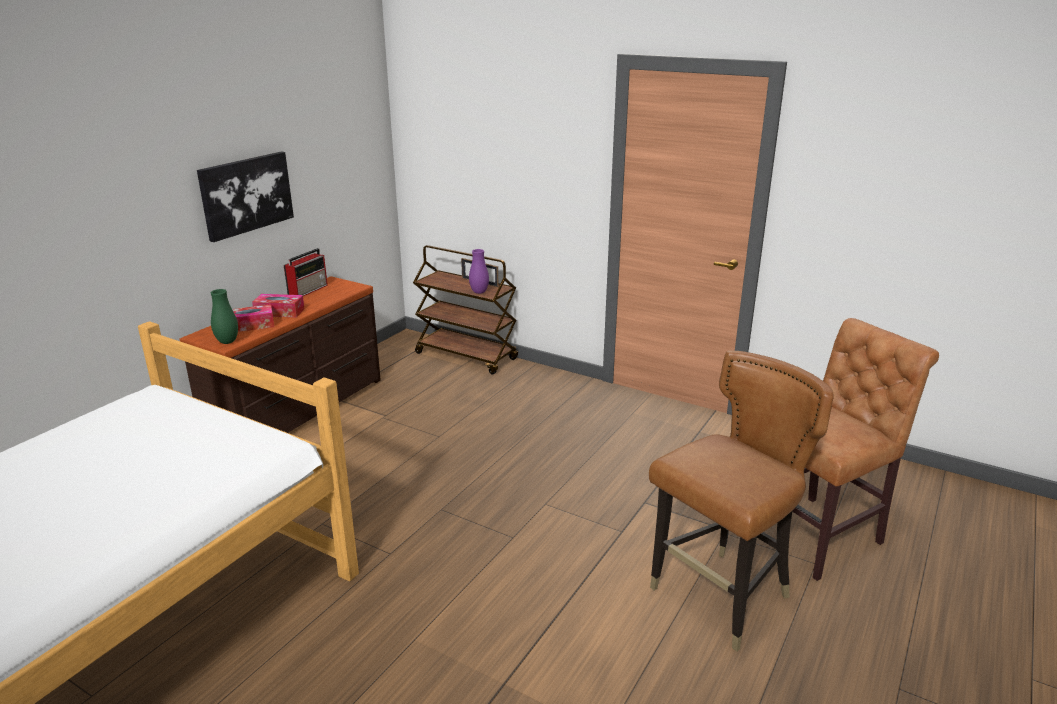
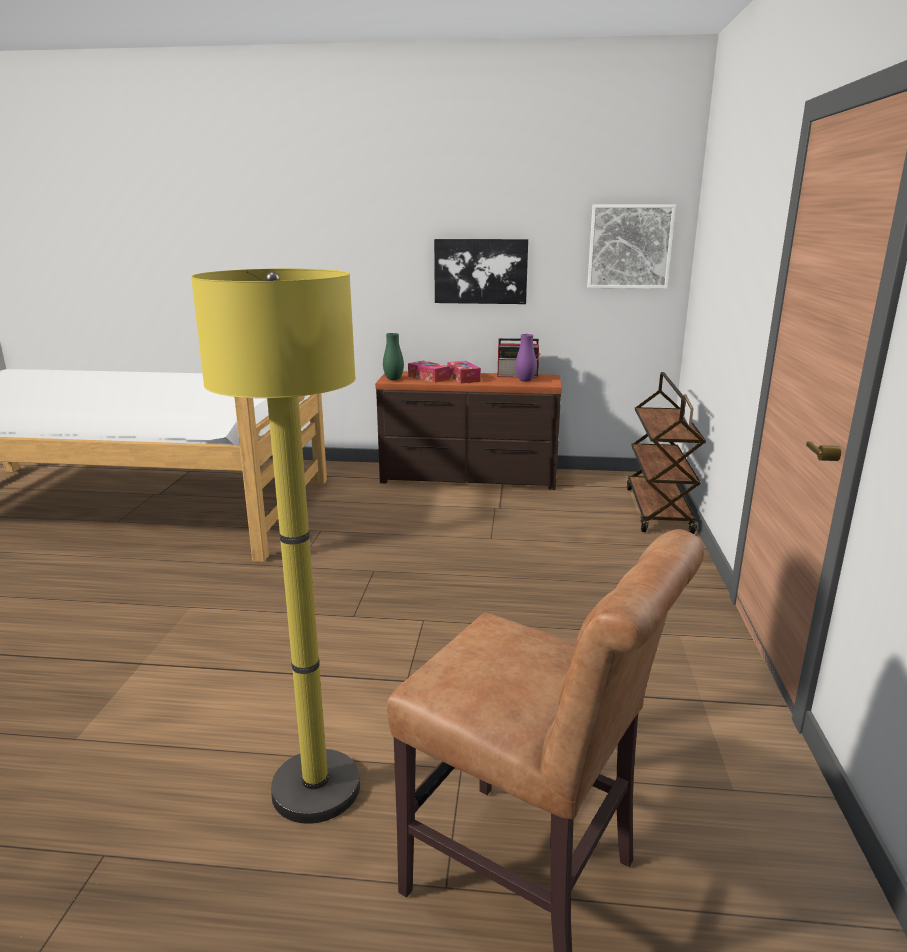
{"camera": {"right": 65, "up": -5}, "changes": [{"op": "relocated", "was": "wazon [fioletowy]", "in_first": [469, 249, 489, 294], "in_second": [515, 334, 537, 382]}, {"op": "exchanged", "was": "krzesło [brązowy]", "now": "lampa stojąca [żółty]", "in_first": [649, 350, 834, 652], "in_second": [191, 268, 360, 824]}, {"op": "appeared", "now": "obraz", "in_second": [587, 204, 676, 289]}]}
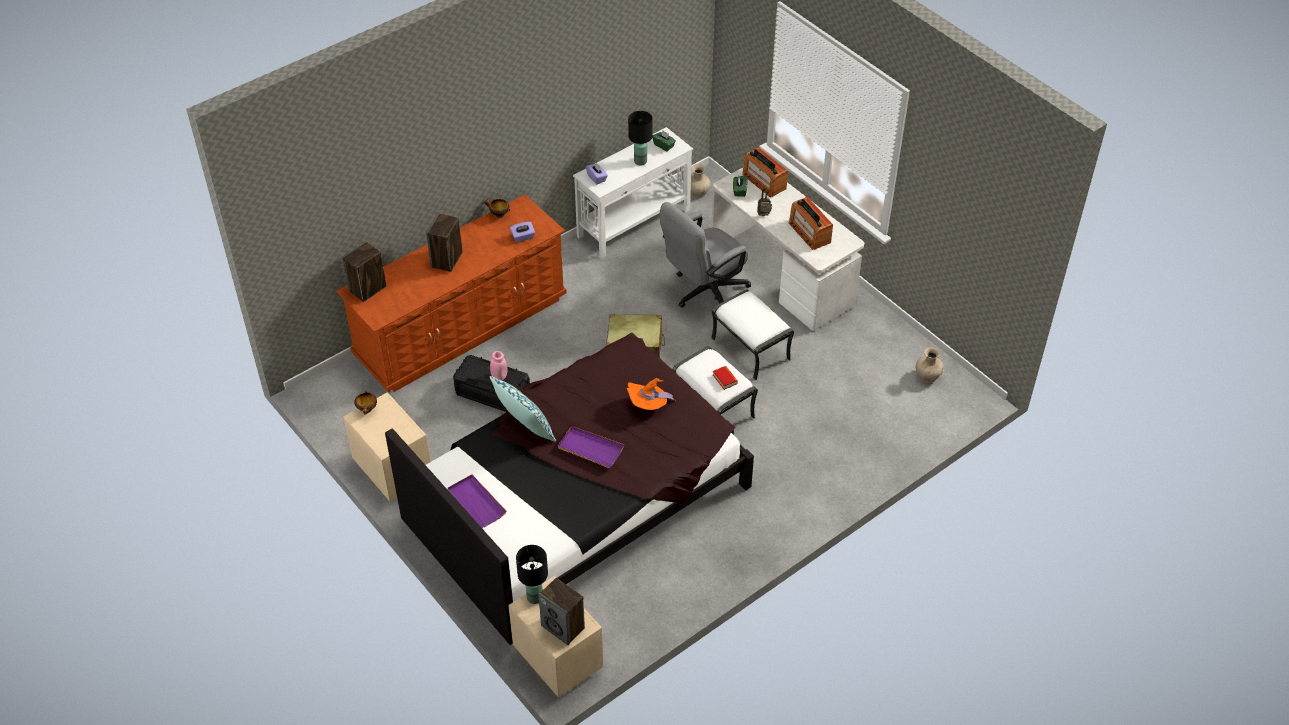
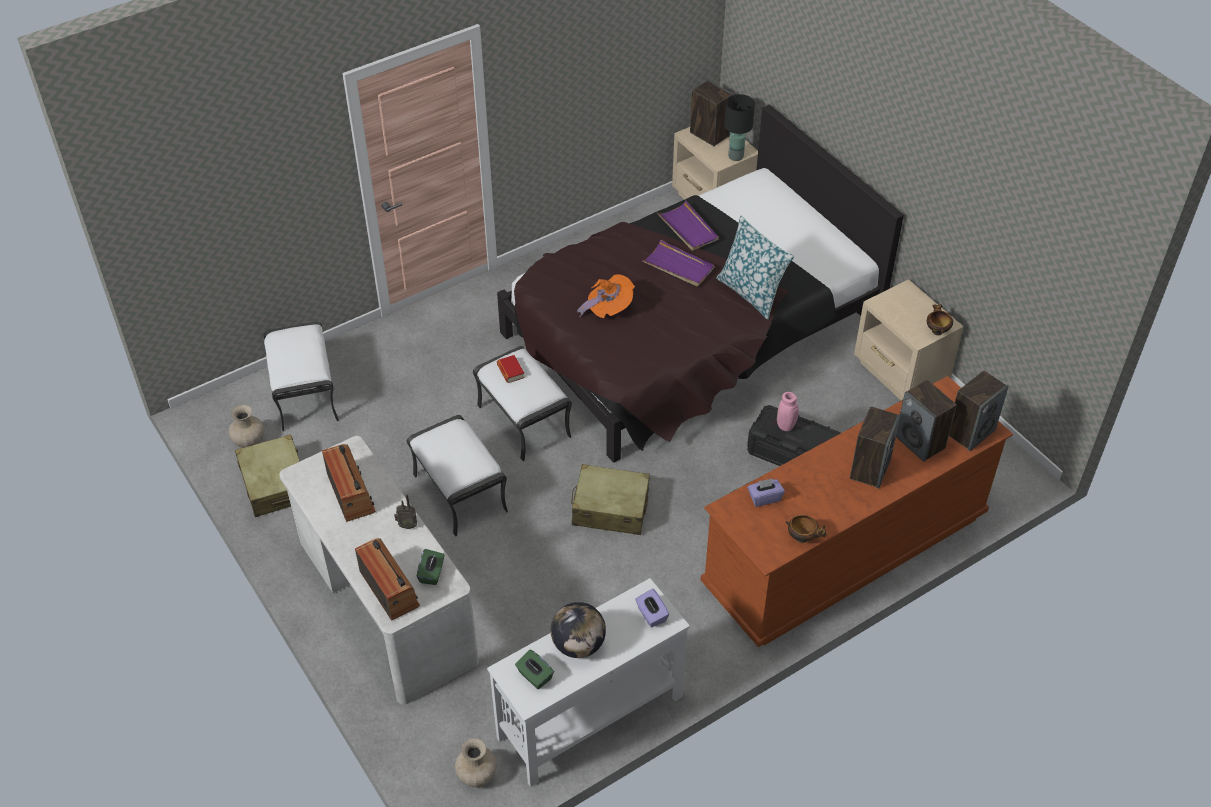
{"camera": {"right": -175, "up": 0}, "changes": [{"op": "relocated", "was": "taca [fioletowy]", "in_first": [448, 474, 506, 528], "in_second": [657, 200, 719, 251]}, {"op": "exchanged", "was": "lampa stołowa [czarny]", "now": "globus", "in_first": [628, 111, 653, 165], "in_second": [551, 602, 606, 658]}, {"op": "missing", "was": "krzesło biurowe [szary]", "in_first": [660, 202, 751, 308]}, {"op": "appeared", "now": "walizka [beżowy]", "in_second": [235, 435, 300, 517]}, {"op": "appeared", "now": "pufa [biały]", "in_second": [263, 322, 339, 432]}, {"op": "appeared", "now": "głośnik", "in_second": [896, 380, 957, 462]}]}
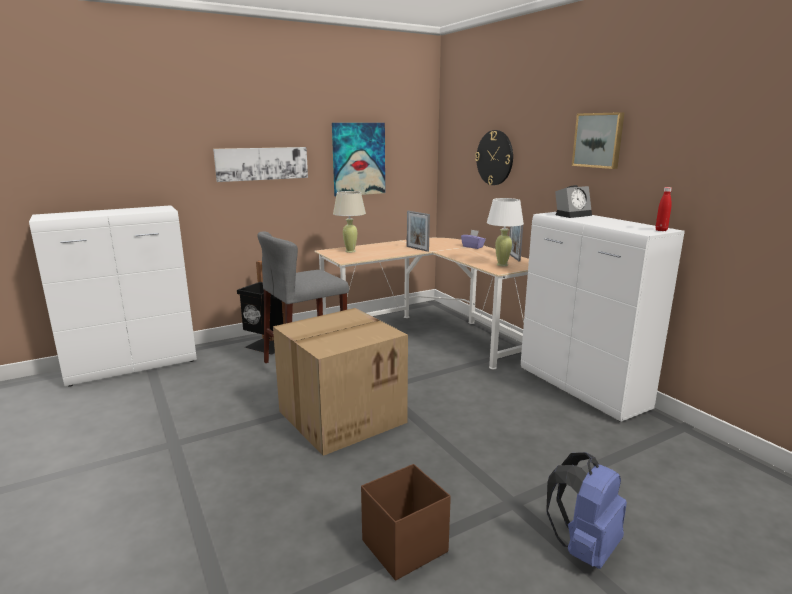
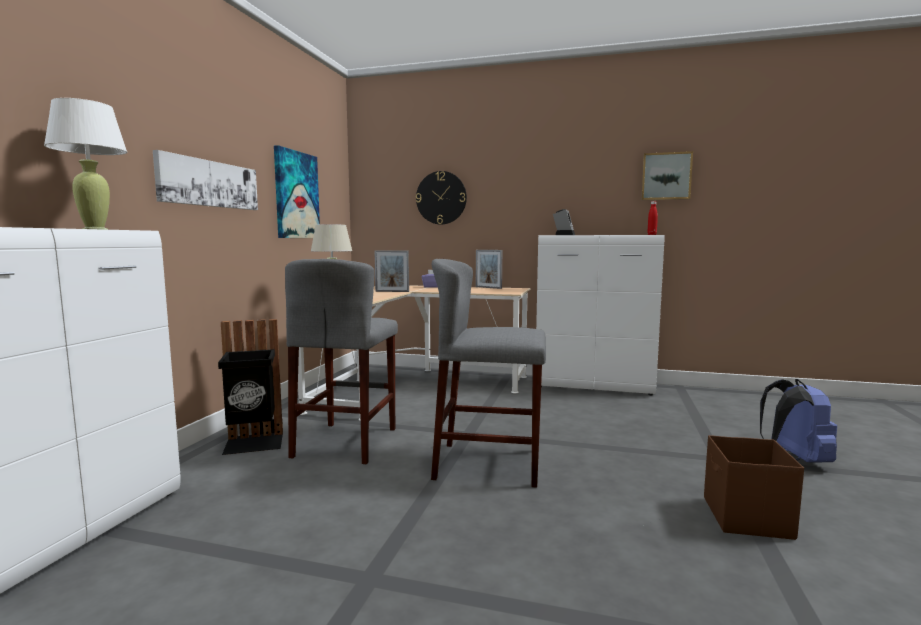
{"camera": {"right": -45, "up": -10}, "changes": [{"op": "exchanged", "was": "karton", "now": "stołek [szary]", "in_first": [273, 308, 408, 456], "in_second": [431, 259, 546, 488]}, {"op": "relocated", "was": "lampa stołowa [biały]", "in_first": [487, 198, 524, 266], "in_second": [44, 98, 127, 230]}, {"op": "relocated", "was": "obraz", "in_first": [572, 112, 624, 169], "in_second": [641, 151, 693, 200]}]}
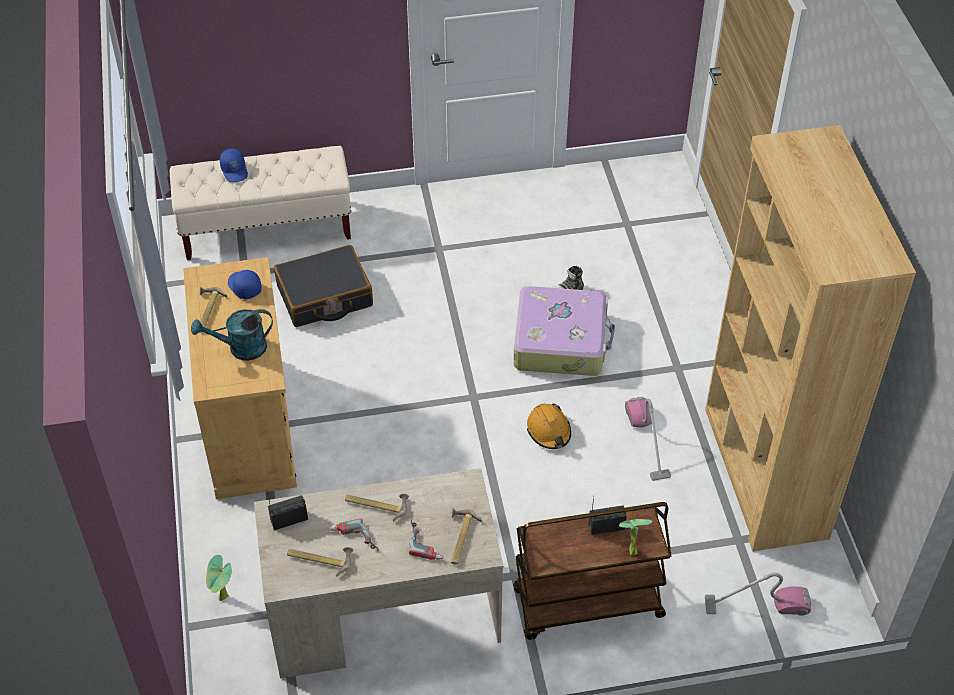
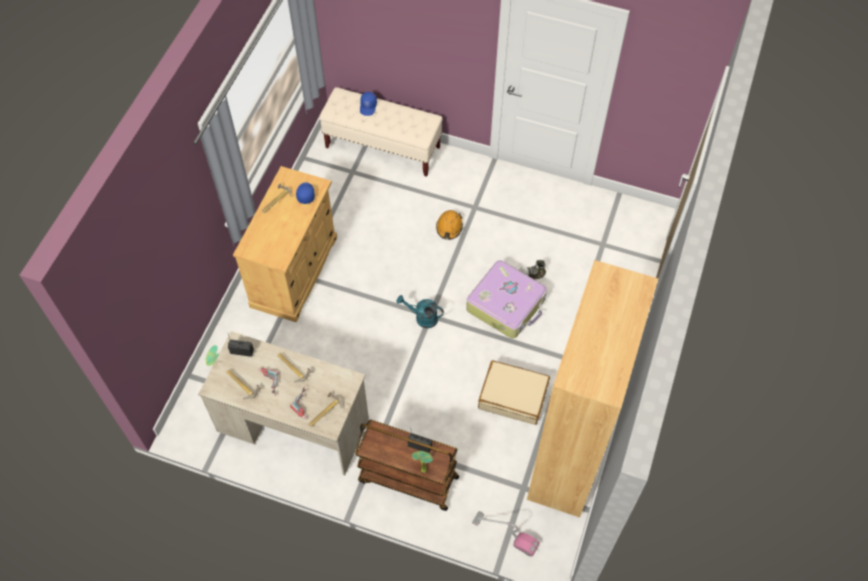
{"camera": {"right": 30, "up": 10}, "changes": [{"op": "relocated", "was": "konewka [turkusowy]", "in_first": [191, 309, 273, 361], "in_second": [397, 295, 444, 328]}, {"op": "missing", "was": "walizka [czarny]", "in_first": [274, 245, 373, 327]}, {"op": "relocated", "was": "kask [pomarańczowy]", "in_first": [527, 403, 571, 449], "in_second": [436, 210, 463, 240]}, {"op": "exchanged", "was": "odkurzacz", "now": "walizka [beżowy]", "in_first": [625, 397, 671, 481], "in_second": [478, 361, 550, 425]}]}
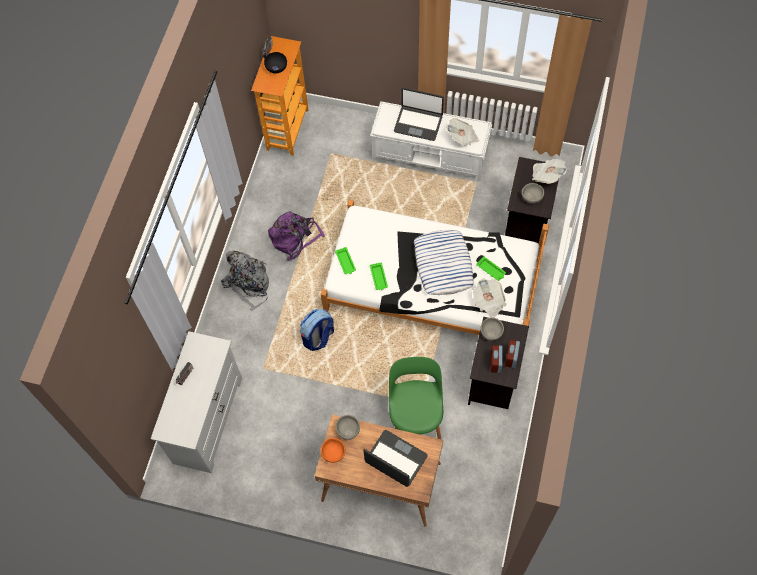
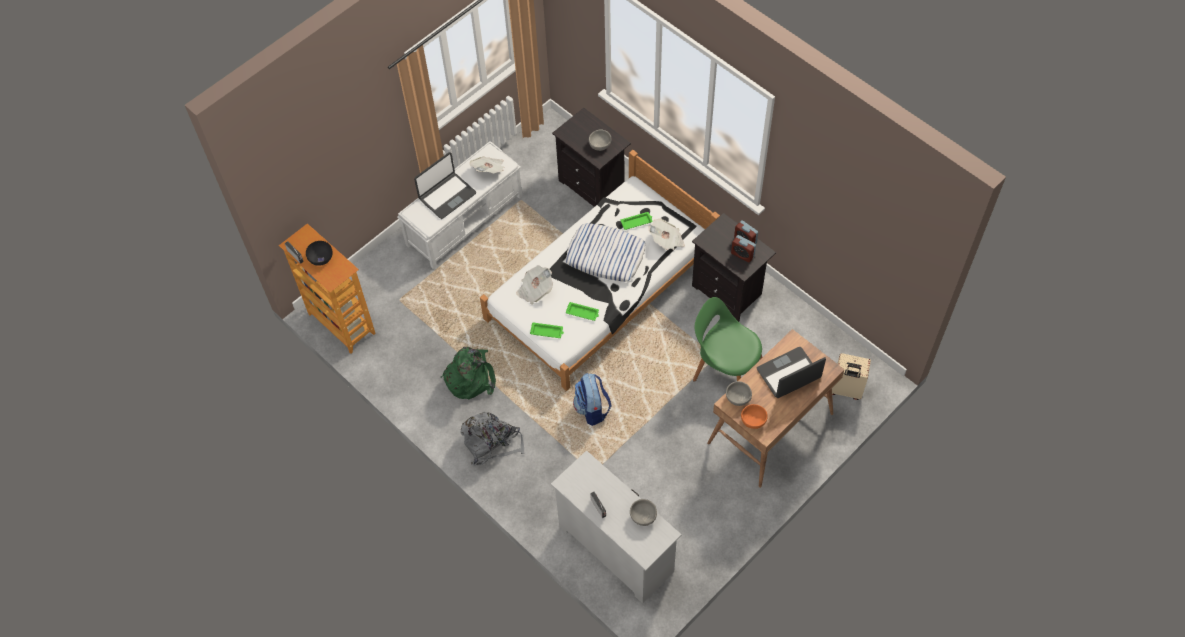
{"camera": {"right": -60, "up": -5}, "changes": [{"op": "colour", "was": "plecak [fioletowy]", "now": "plecak [zielony]", "in_first": [268, 211, 325, 261], "in_second": [441, 347, 496, 399]}, {"op": "relocated", "was": "miska [szary]", "in_first": [480, 317, 504, 341], "in_second": [630, 499, 657, 526]}, {"op": "relocated", "was": "gazeta", "in_first": [532, 158, 567, 184], "in_second": [516, 265, 553, 304]}, {"op": "appeared", "now": "walizka [beżowy]", "in_second": [832, 353, 871, 400]}]}
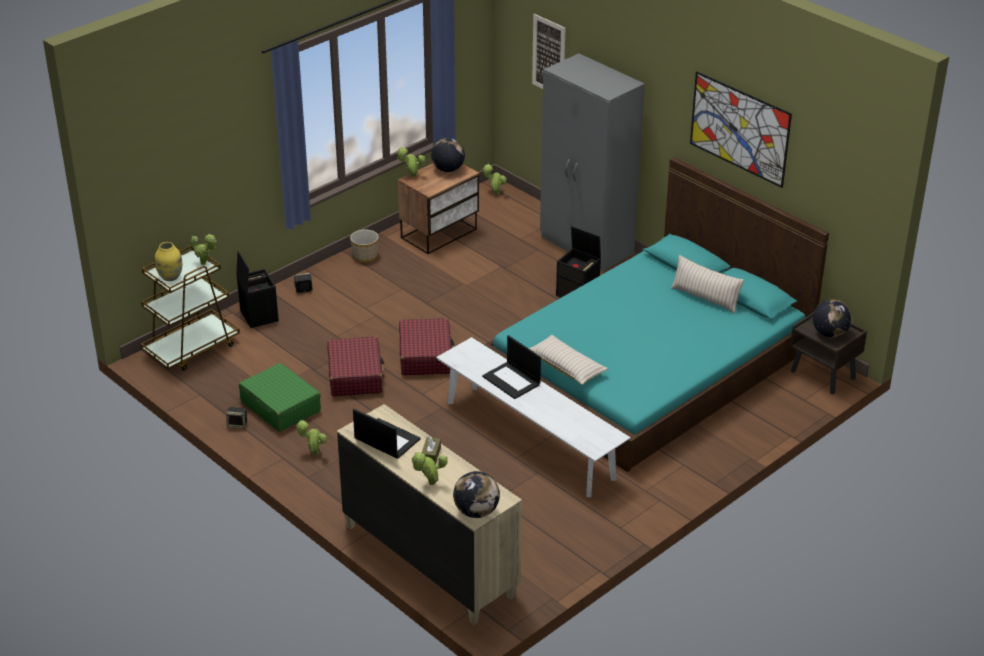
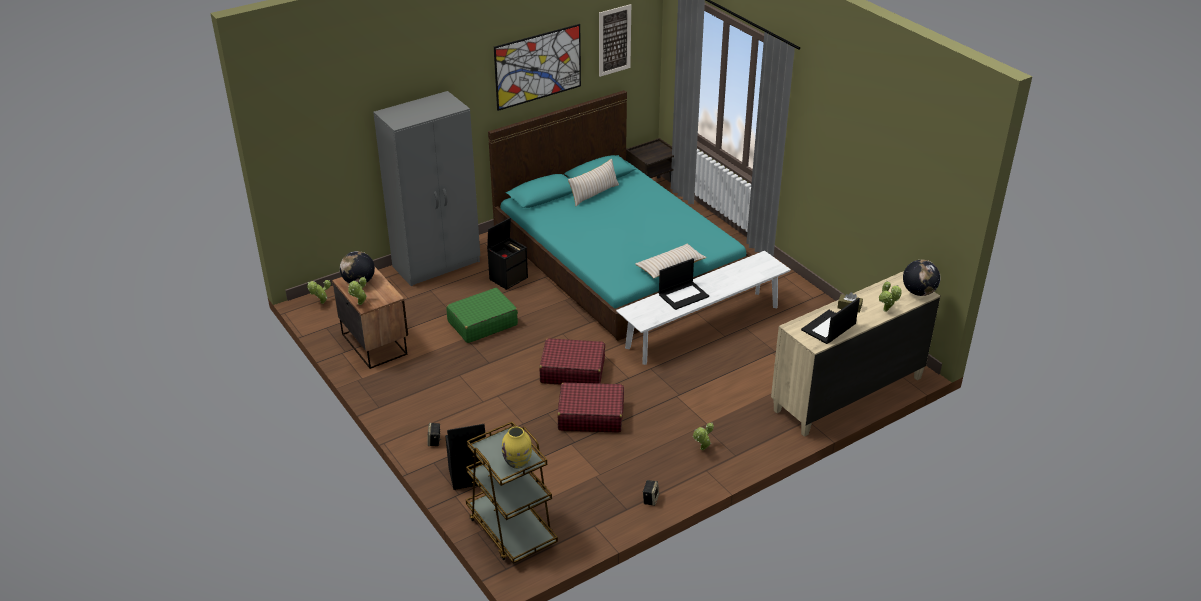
{"camera": {"right": -80, "up": 0}, "changes": [{"op": "missing", "was": "roślina doniczkowa", "in_first": [191, 233, 217, 265]}, {"op": "relocated", "was": "walizka [zielony]", "in_first": [239, 363, 321, 432], "in_second": [446, 288, 518, 343]}, {"op": "missing", "was": "donica", "in_first": [350, 229, 379, 262]}, {"op": "relocated", "was": "obraz", "in_first": [532, 14, 566, 89], "in_second": [599, 4, 631, 77]}, {"op": "missing", "was": "globus", "in_first": [813, 299, 852, 338]}]}
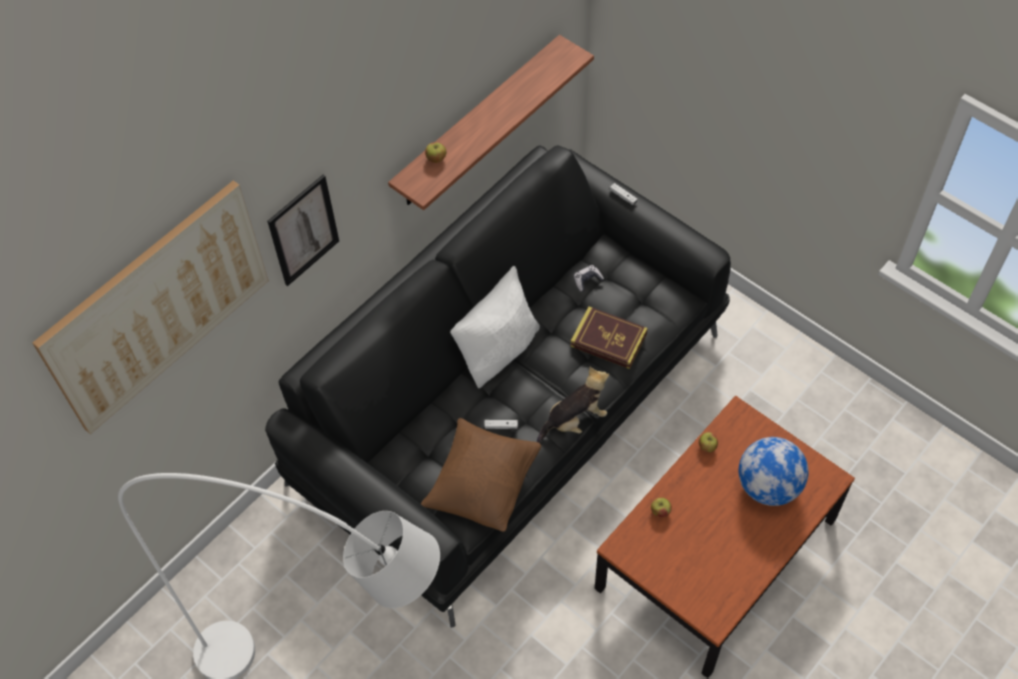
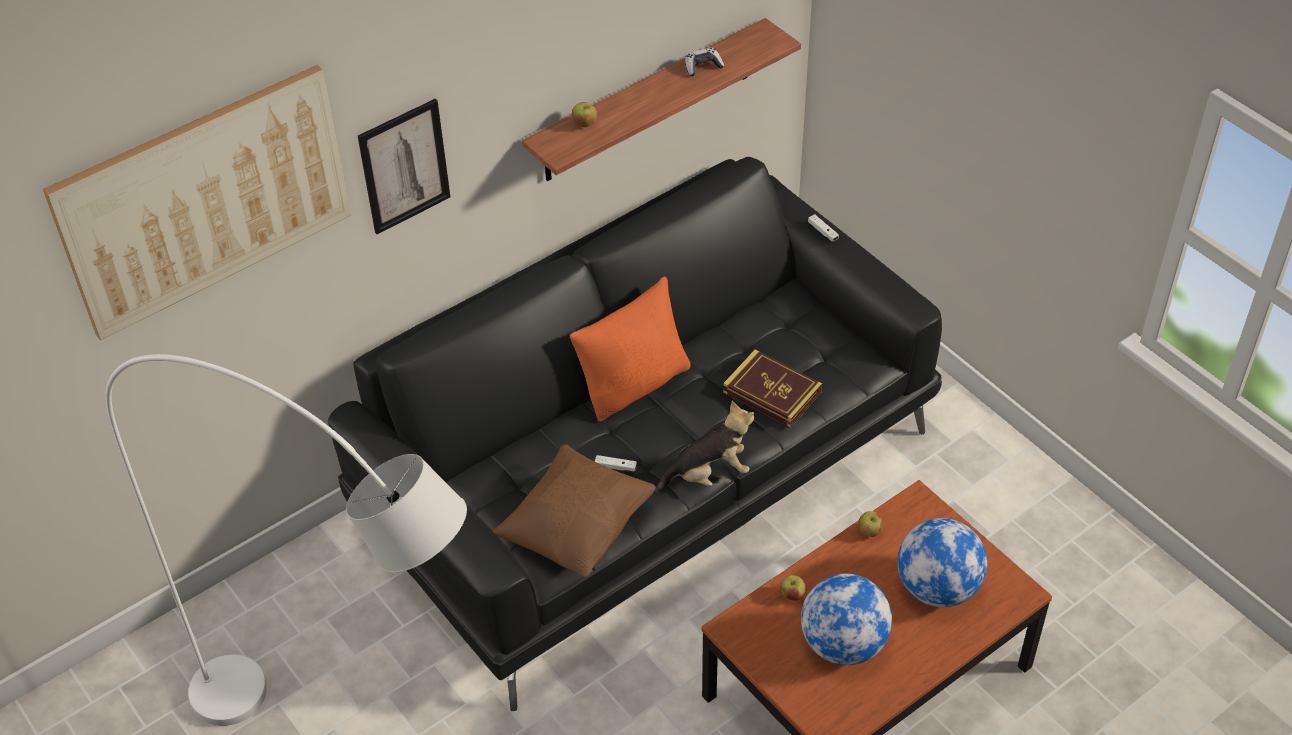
{"camera": {"right": 10, "up": -10}, "changes": [{"op": "colour", "was": "poduszka [biały]", "now": "poduszka [pomarańczowy]", "in_first": [450, 266, 540, 388], "in_second": [570, 277, 691, 422]}, {"op": "relocated", "was": "pad do gier", "in_first": [574, 265, 604, 292], "in_second": [685, 47, 724, 76]}, {"op": "appeared", "now": "globus", "in_second": [801, 574, 892, 665]}]}
